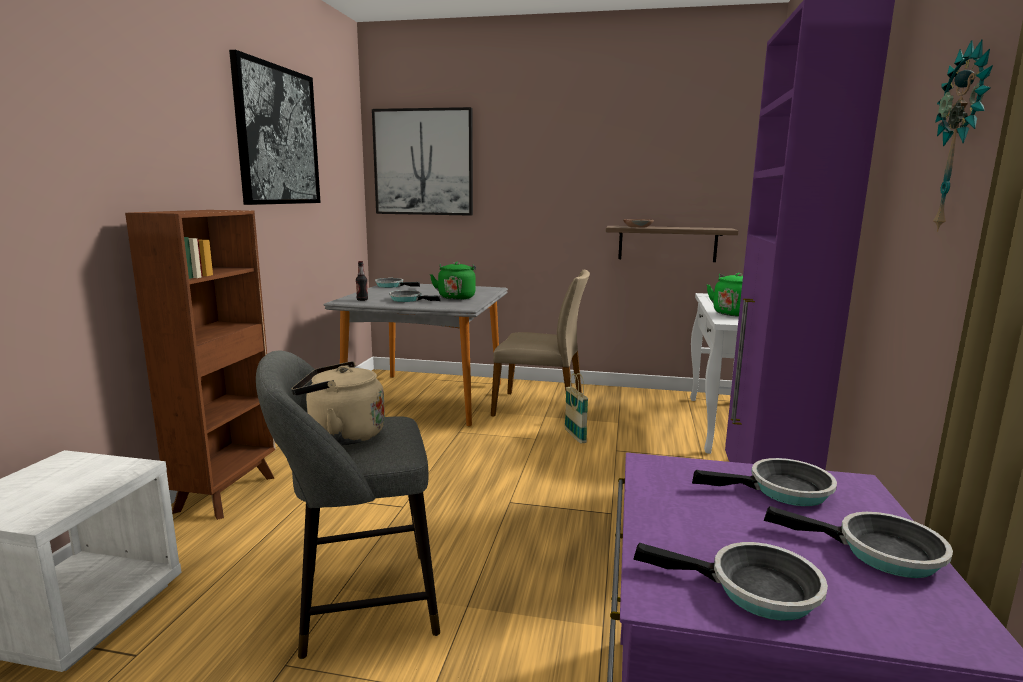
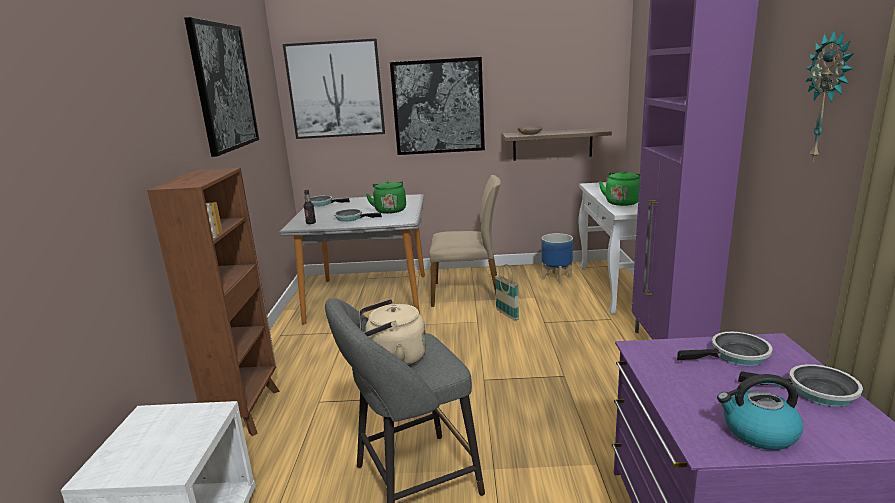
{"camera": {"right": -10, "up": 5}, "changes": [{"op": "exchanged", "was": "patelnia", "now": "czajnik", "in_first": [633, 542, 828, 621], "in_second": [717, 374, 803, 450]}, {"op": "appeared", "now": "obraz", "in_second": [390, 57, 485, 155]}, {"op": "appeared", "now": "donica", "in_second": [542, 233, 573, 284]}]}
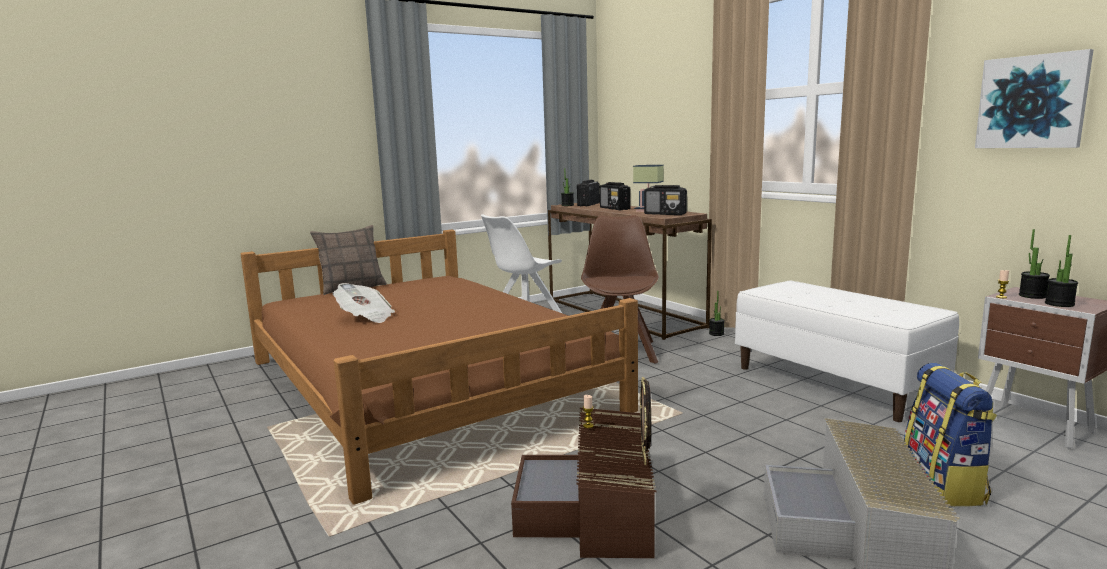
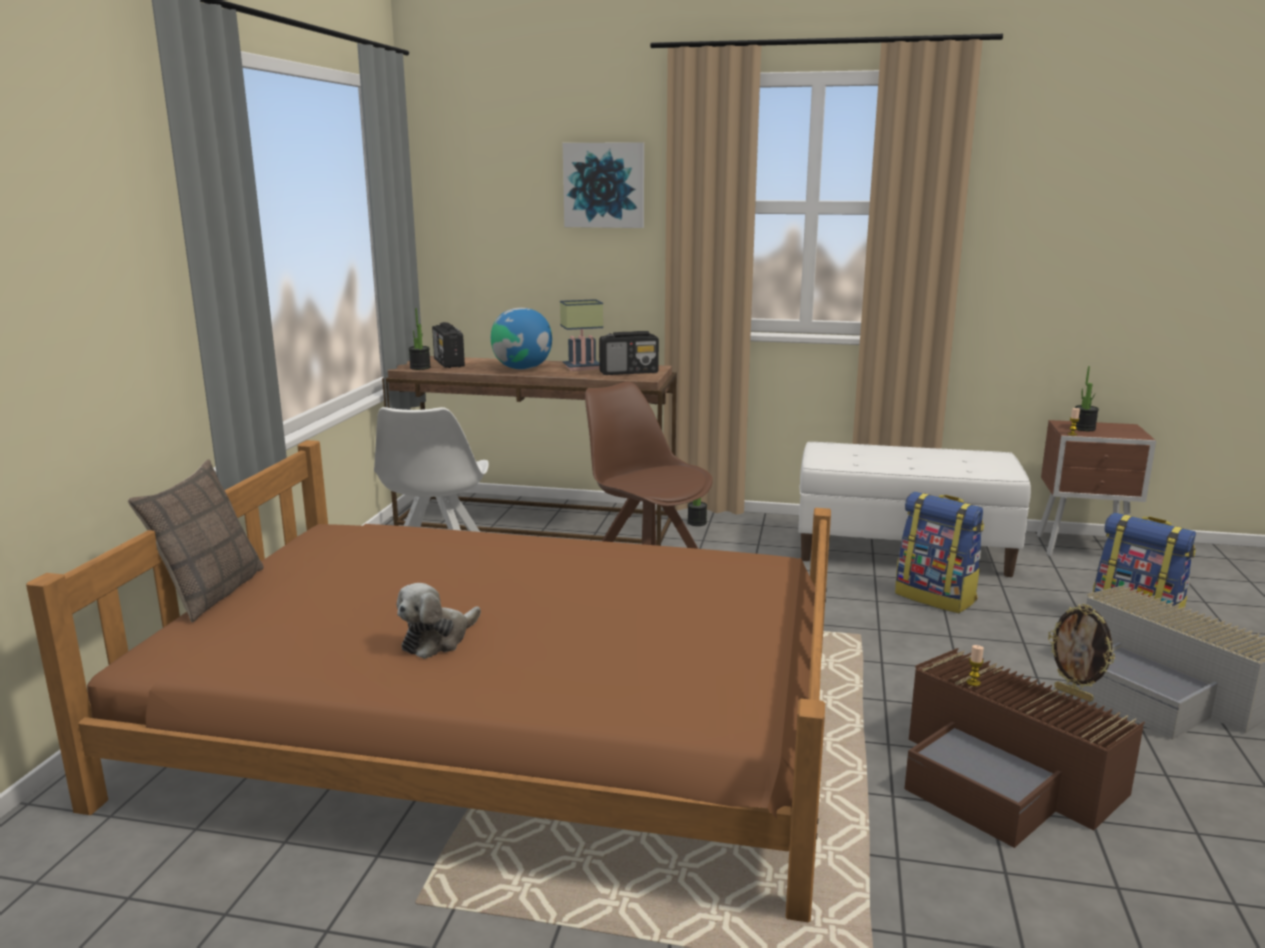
{"camera": {"right": -45, "up": 5}, "changes": [{"op": "exchanged", "was": "gazeta", "now": "pluszak", "in_first": [333, 283, 395, 323], "in_second": [397, 583, 481, 659]}, {"op": "exchanged", "was": "radio", "now": "globus", "in_first": [600, 182, 631, 210], "in_second": [491, 308, 552, 369]}, {"op": "relocated", "was": "obraz", "in_first": [975, 49, 1094, 148], "in_second": [563, 142, 644, 228]}, {"op": "missing", "was": "roślina doniczkowa", "in_first": [1045, 235, 1078, 307]}, {"op": "appeared", "now": "plecak", "in_second": [895, 492, 984, 613]}]}
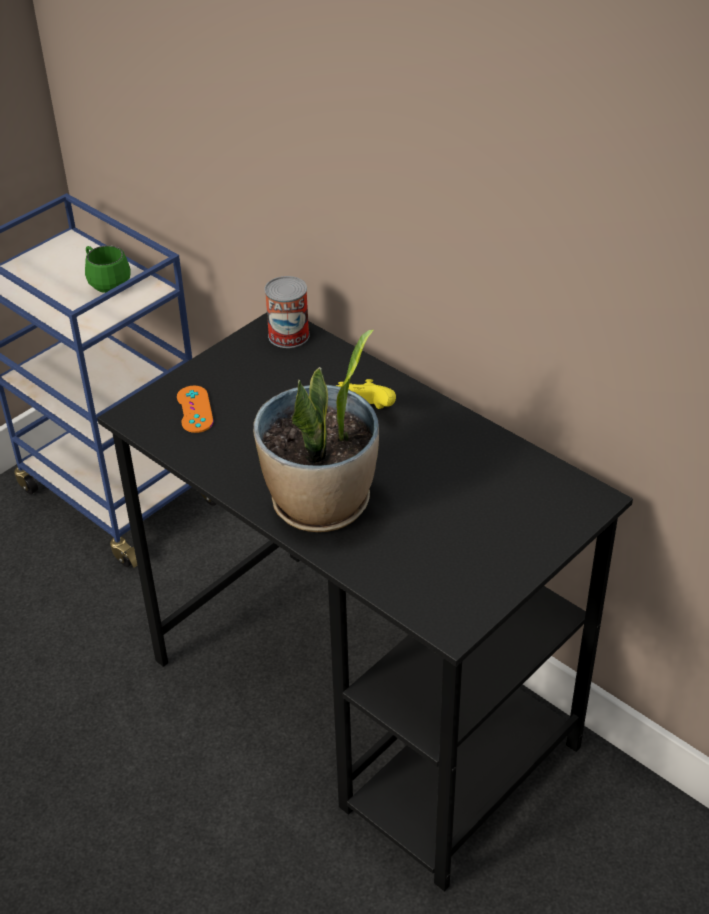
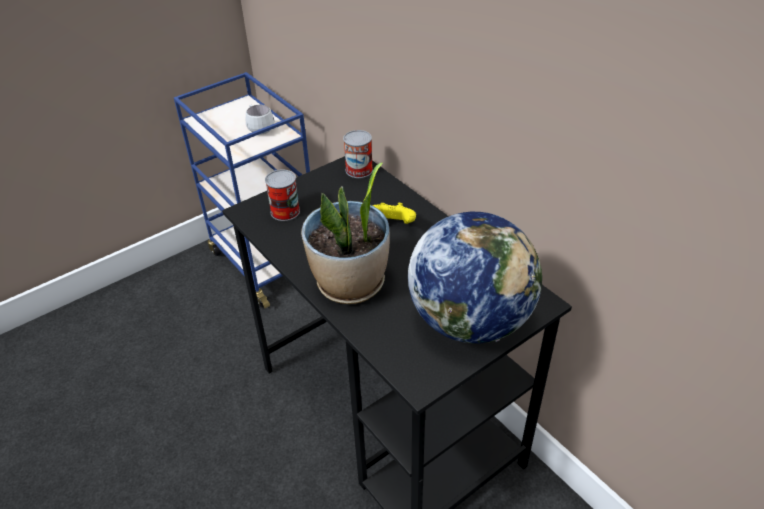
{"camera": {"right": 10, "up": 0}, "changes": [{"op": "colour", "was": "kubek [zielony]", "now": "kubek [biały]", "in_first": [85, 245, 131, 293], "in_second": [246, 104, 274, 135]}, {"op": "exchanged", "was": "pad do gier [pomarańczowy]", "now": "puszka", "in_first": [177, 386, 213, 433], "in_second": [265, 170, 300, 221]}, {"op": "appeared", "now": "globus", "in_second": [408, 212, 542, 343]}]}
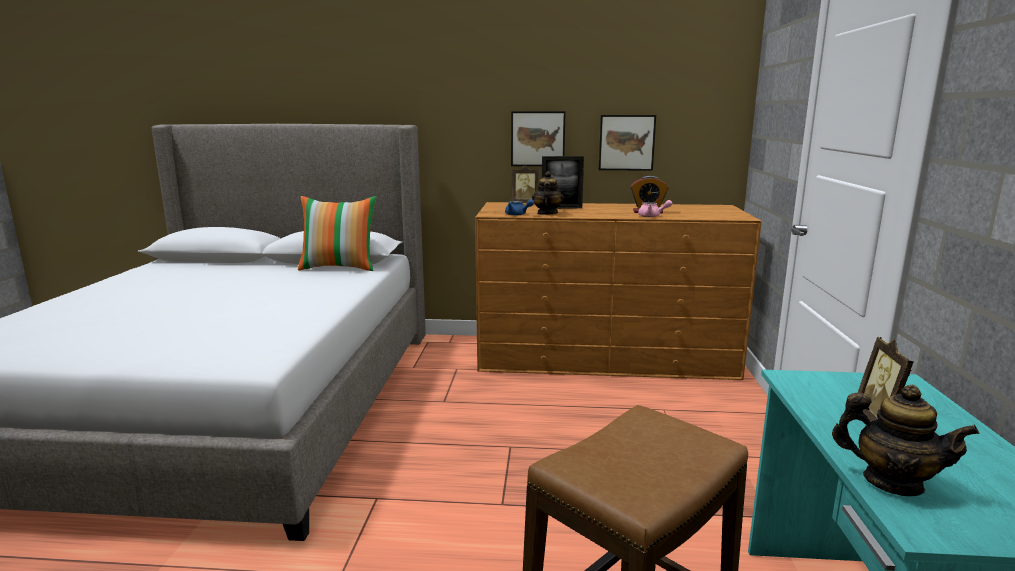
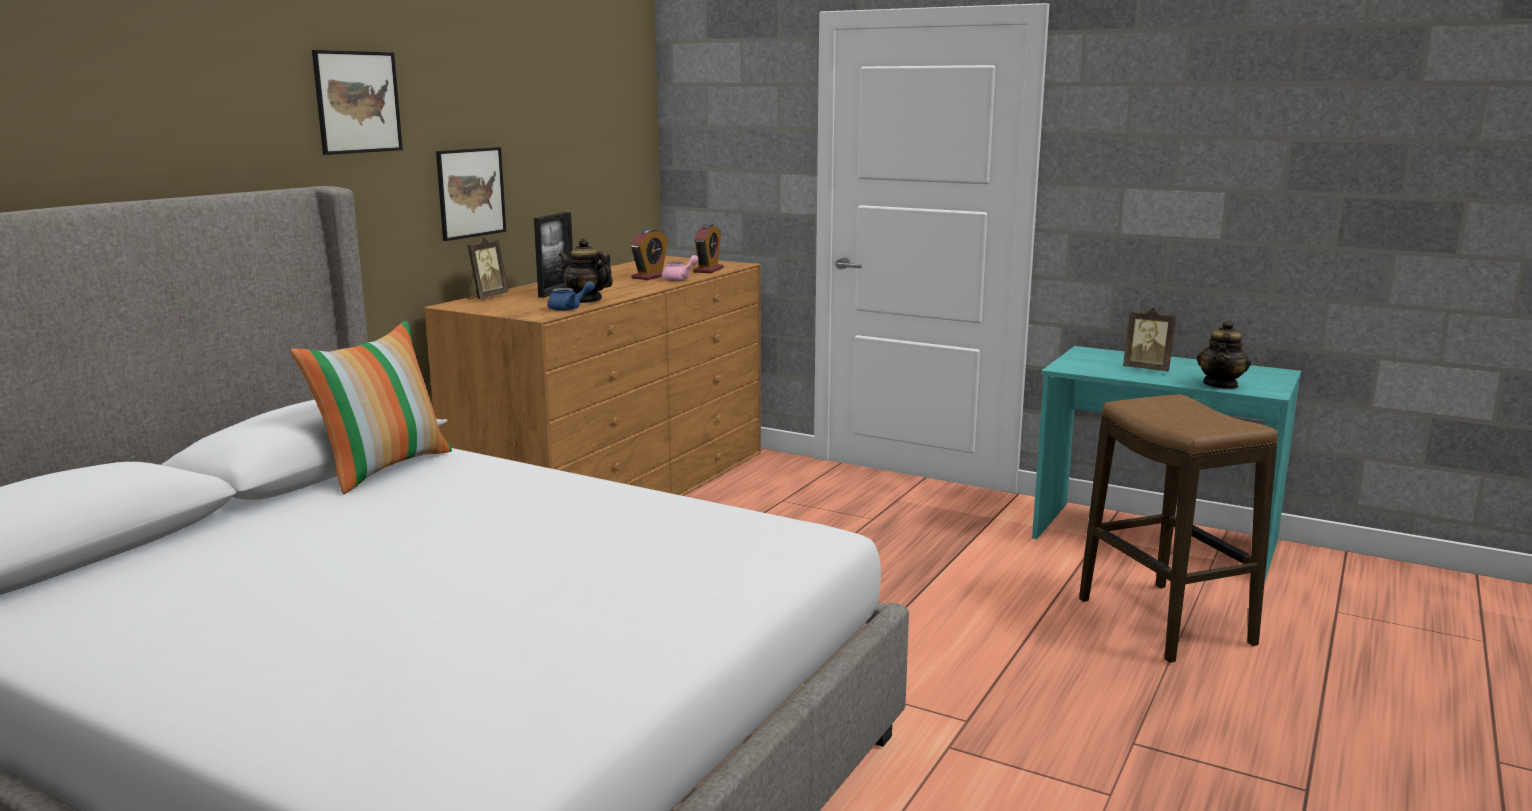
{"camera": {"right": -65, "up": 0}, "changes": [{"op": "relocated", "was": "obraz", "in_first": [599, 115, 656, 171], "in_second": [312, 50, 403, 155]}, {"op": "spun", "was": "imbryk", "in_first": [832, 384, 980, 496], "in_second": [1197, 320, 1251, 389], "clockwise": 150}, {"op": "appeared", "now": "budzik", "in_second": [693, 224, 724, 273]}]}
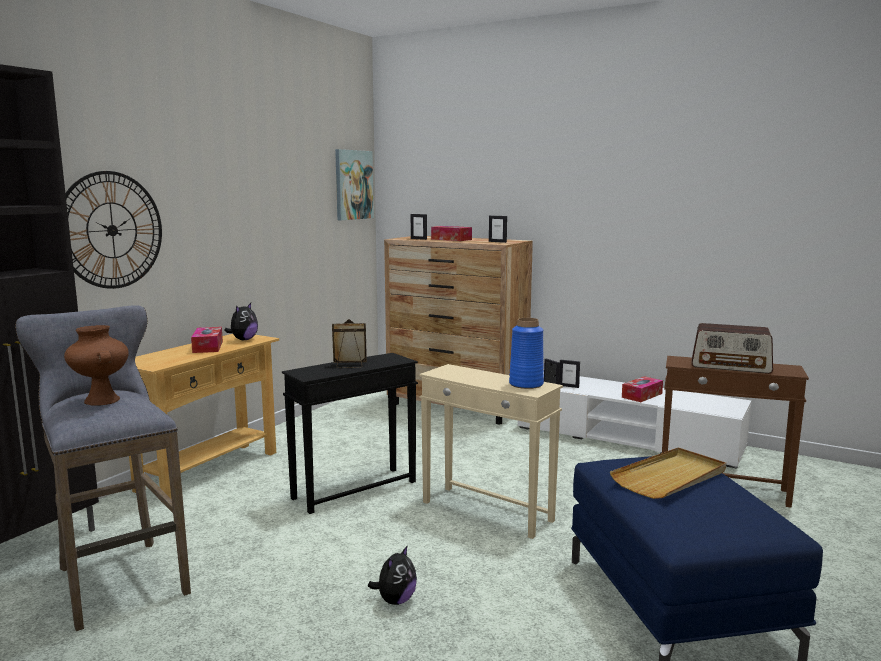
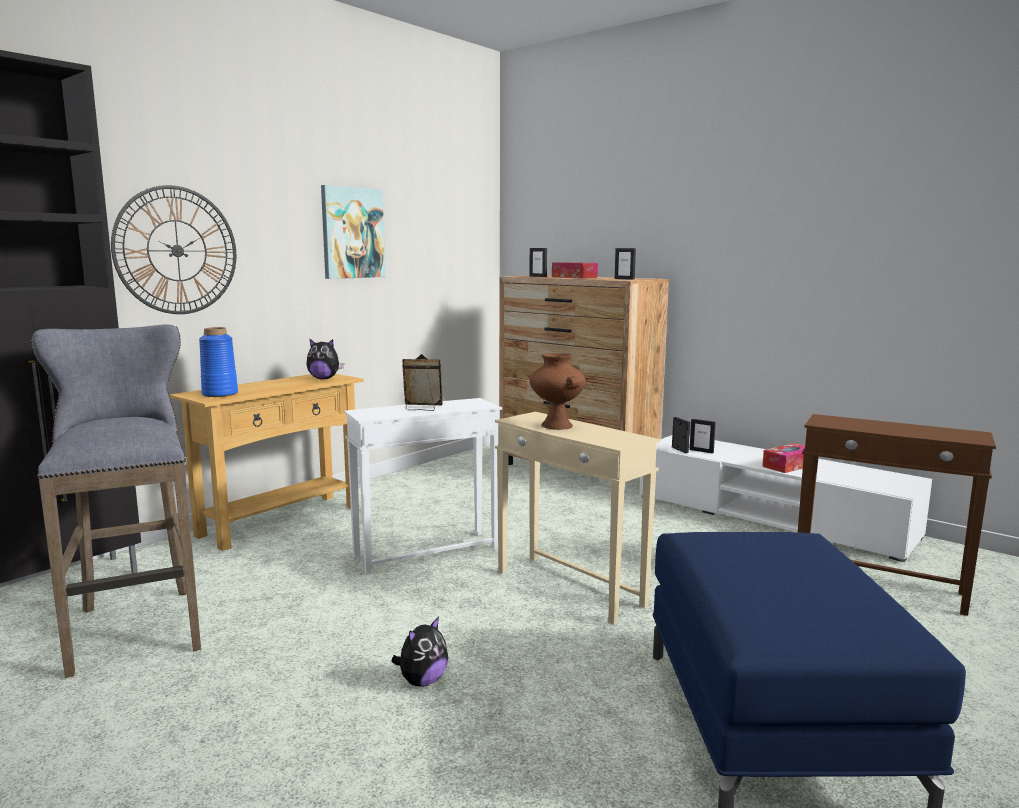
{"camera": {"right": 10, "up": 0}, "changes": [{"op": "relocated", "was": "wazon [brązowy]", "in_first": [64, 325, 129, 406], "in_second": [529, 353, 586, 430]}, {"op": "missing", "was": "pudełko chusteczek", "in_first": [191, 327, 223, 353]}, {"op": "spun", "was": "pluszak", "in_first": [224, 303, 258, 340], "in_second": [306, 338, 344, 379], "clockwise": 60}, {"op": "colour", "was": "stolik [czarny]", "now": "stolik [biały]", "in_first": [282, 353, 418, 514], "in_second": [344, 398, 502, 574]}, {"op": "relocated", "was": "obraz", "in_first": [335, 149, 374, 220], "in_second": [321, 185, 385, 279]}, {"op": "relocated", "was": "wazon [niebieski]", "in_first": [509, 318, 544, 389], "in_second": [199, 327, 238, 397]}, {"op": "missing", "was": "taca [beżowy]", "in_first": [610, 447, 726, 499]}, {"op": "missing", "was": "radio", "in_first": [692, 323, 773, 374]}]}
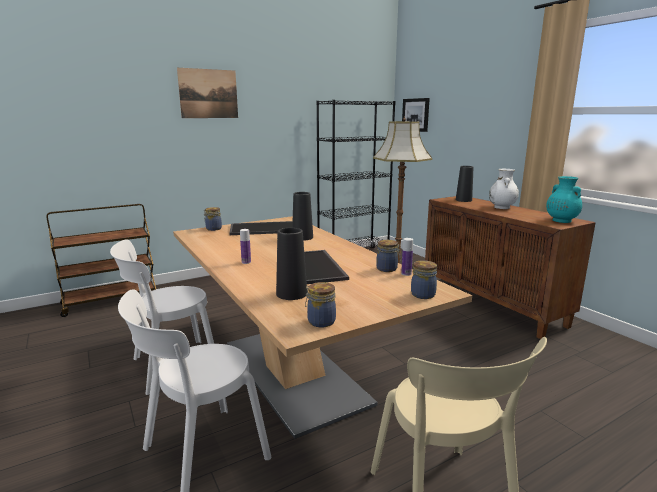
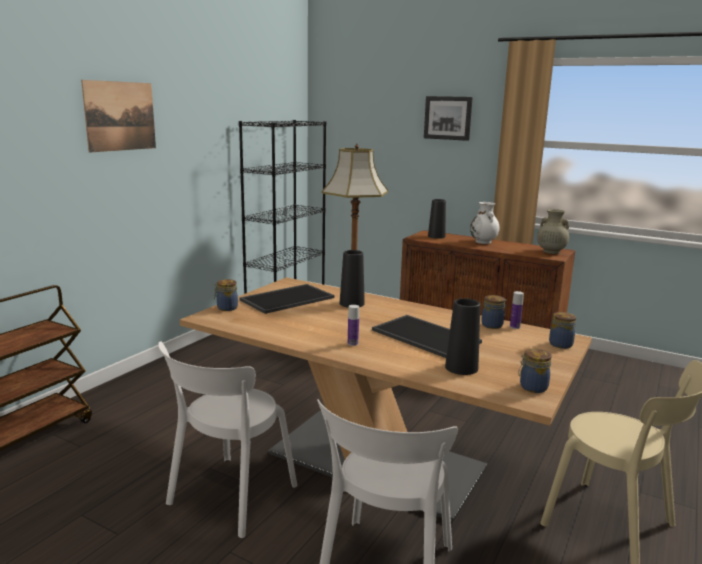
{"camera": {"right": -30, "up": 0}, "changes": [{"op": "relocated", "was": "obraz", "in_first": [402, 98, 430, 132], "in_second": [424, 96, 473, 141]}, {"op": "colour", "was": "wazon [turkusowy]", "now": "wazon [beżowy]", "in_first": [546, 176, 582, 223], "in_second": [537, 209, 569, 254]}]}
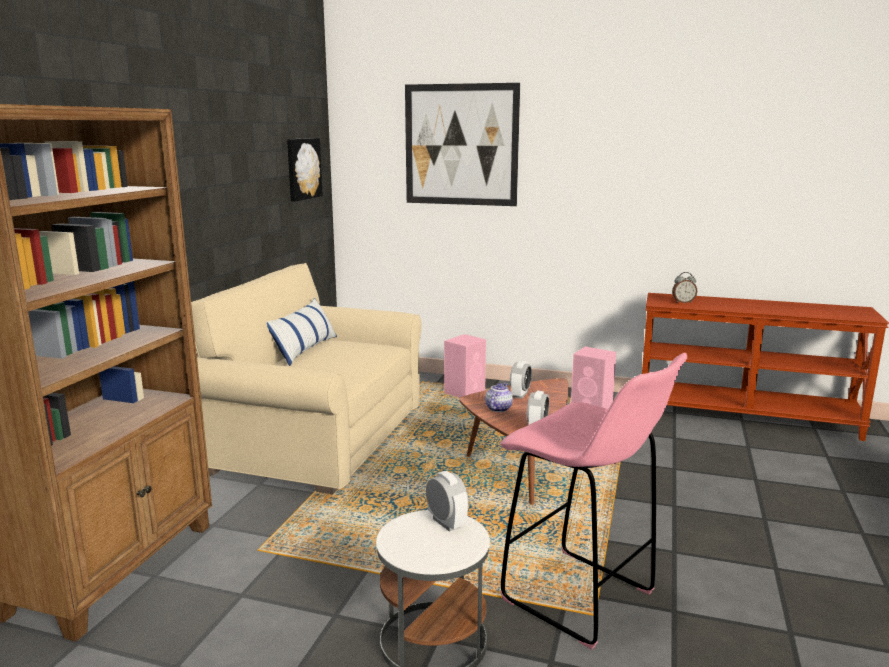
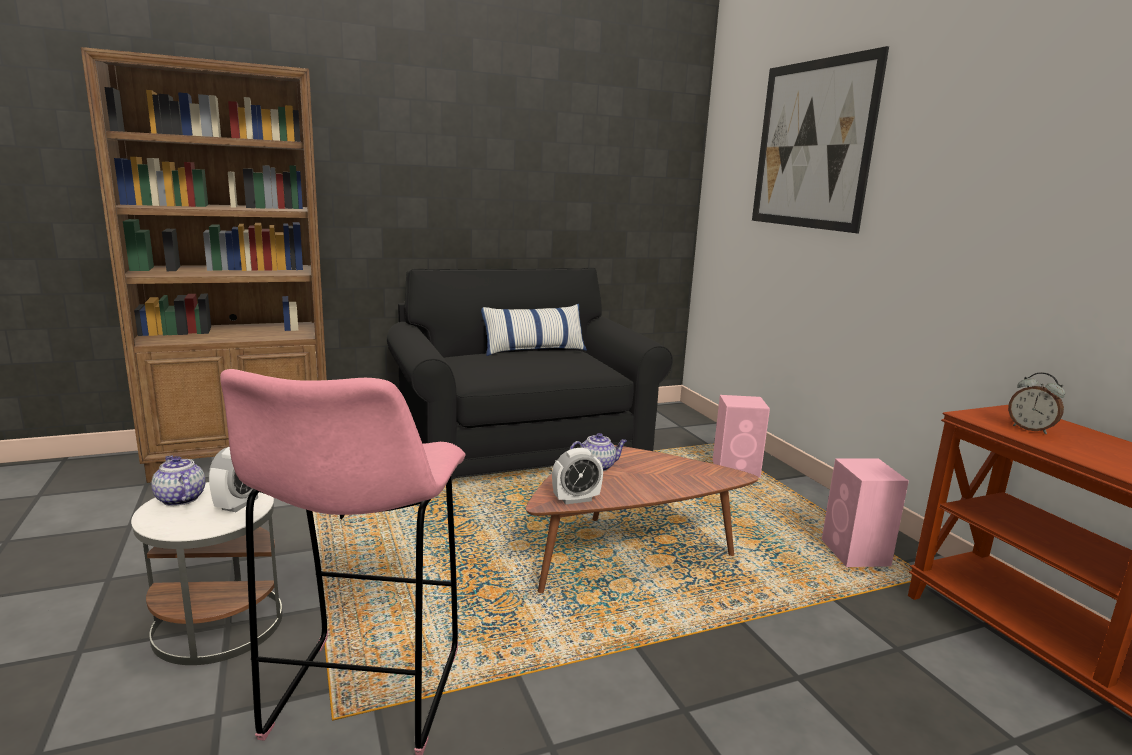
{"camera": {"right": 50, "up": 0}, "changes": [{"op": "colour", "was": "kanapa [beżowy]", "now": "kanapa [czarny]", "in_first": [191, 263, 422, 494], "in_second": [387, 268, 673, 480]}, {"op": "missing", "was": "obraz", "in_first": [287, 138, 323, 202]}, {"op": "missing", "was": "budzik", "in_first": [510, 361, 532, 399]}, {"op": "appeared", "now": "imbryk", "in_second": [151, 455, 206, 506]}]}
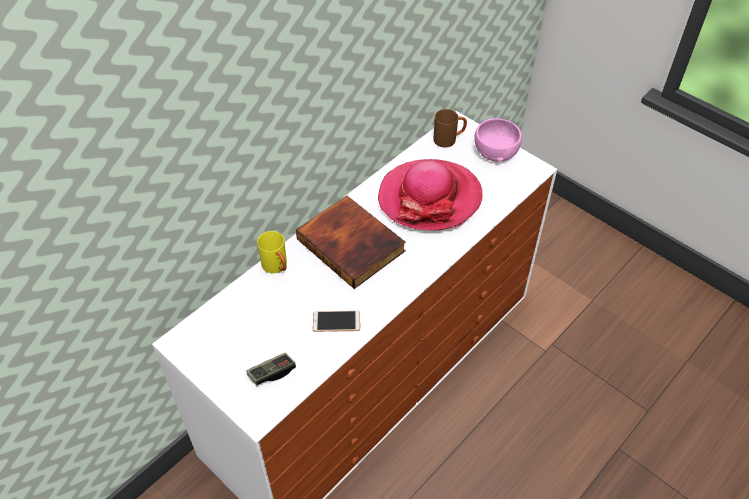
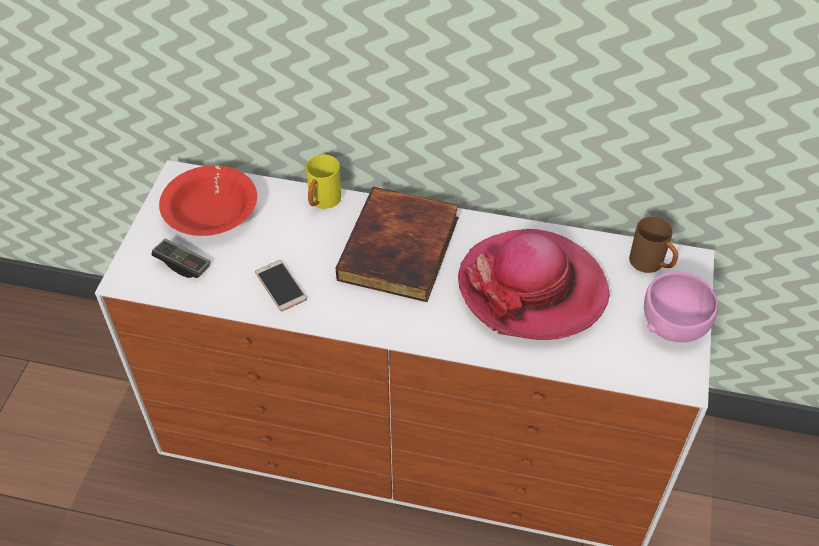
{"camera": {"right": 60, "up": 0}, "changes": [{"op": "appeared", "now": "miska [czerwony]", "in_second": [159, 165, 257, 236]}]}
